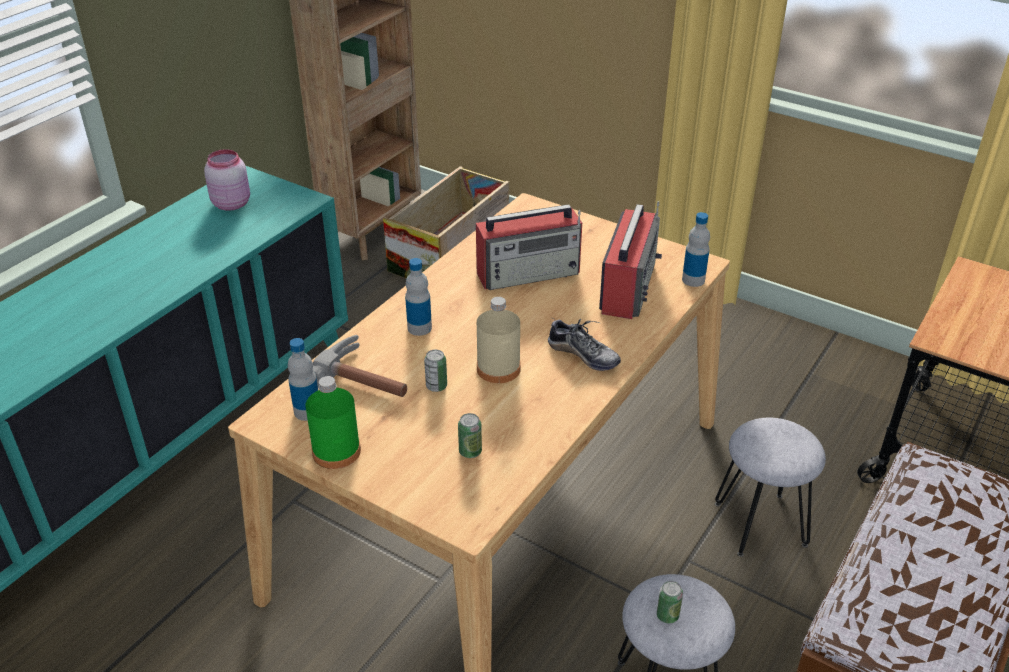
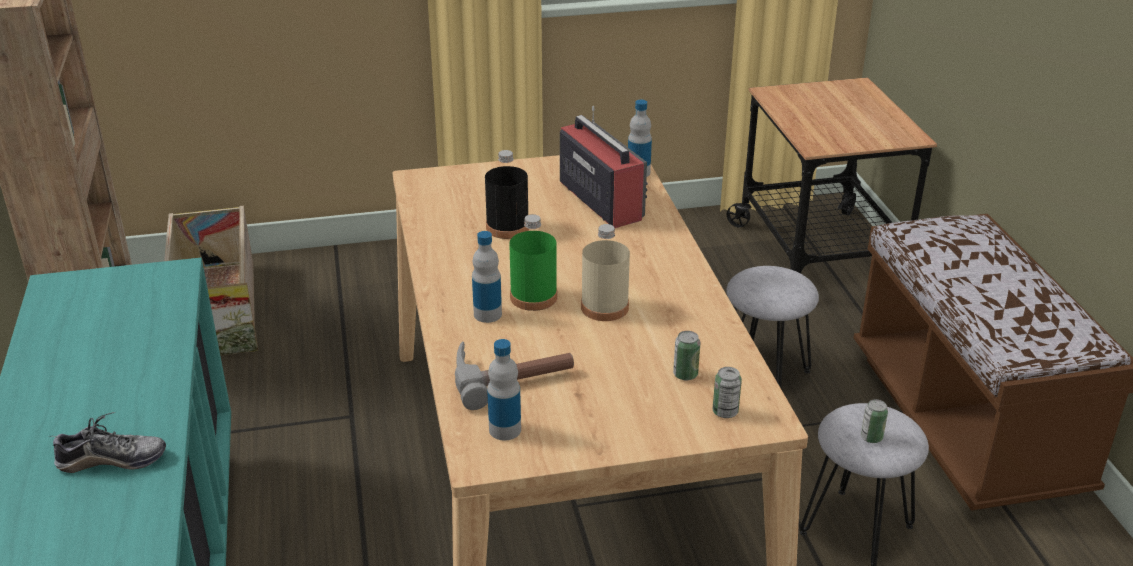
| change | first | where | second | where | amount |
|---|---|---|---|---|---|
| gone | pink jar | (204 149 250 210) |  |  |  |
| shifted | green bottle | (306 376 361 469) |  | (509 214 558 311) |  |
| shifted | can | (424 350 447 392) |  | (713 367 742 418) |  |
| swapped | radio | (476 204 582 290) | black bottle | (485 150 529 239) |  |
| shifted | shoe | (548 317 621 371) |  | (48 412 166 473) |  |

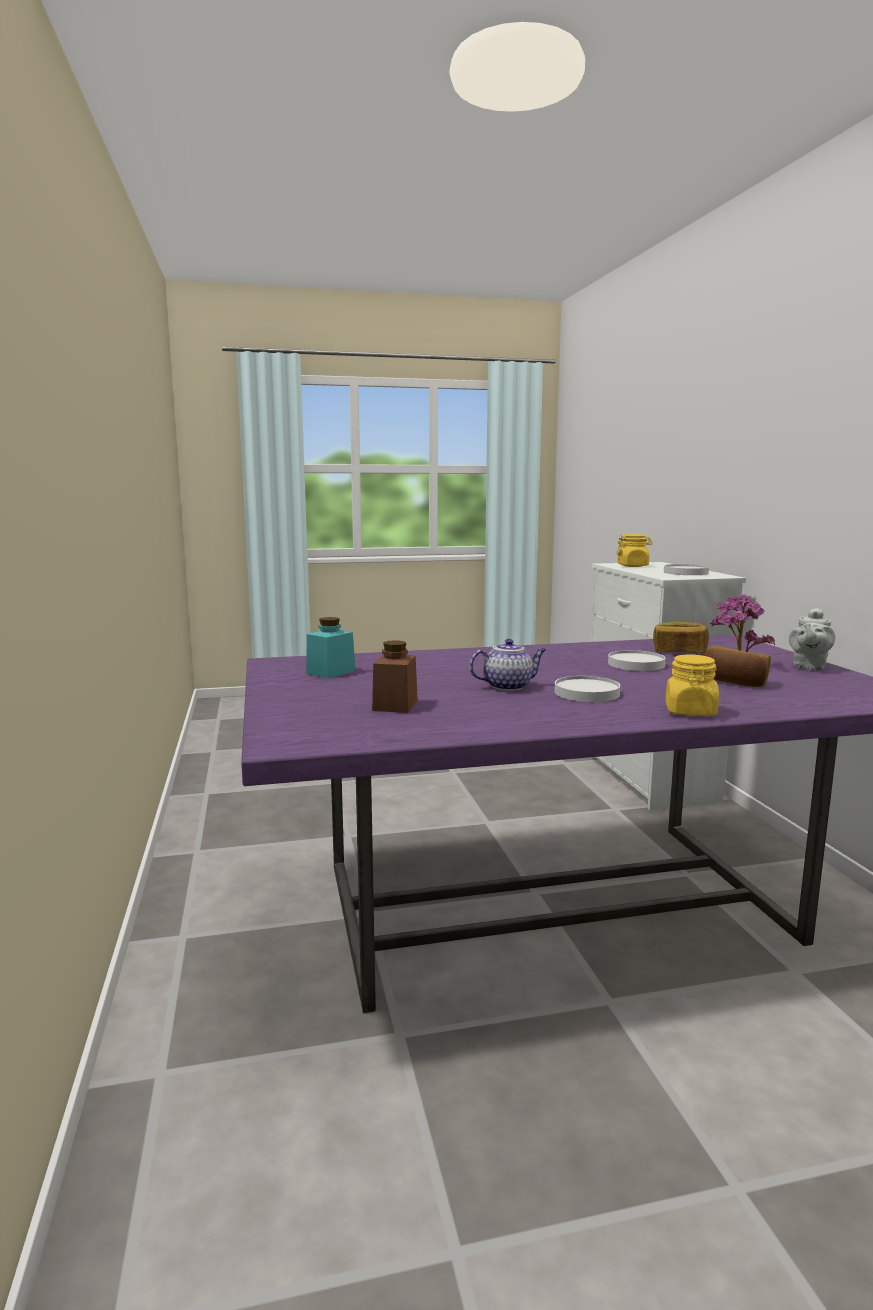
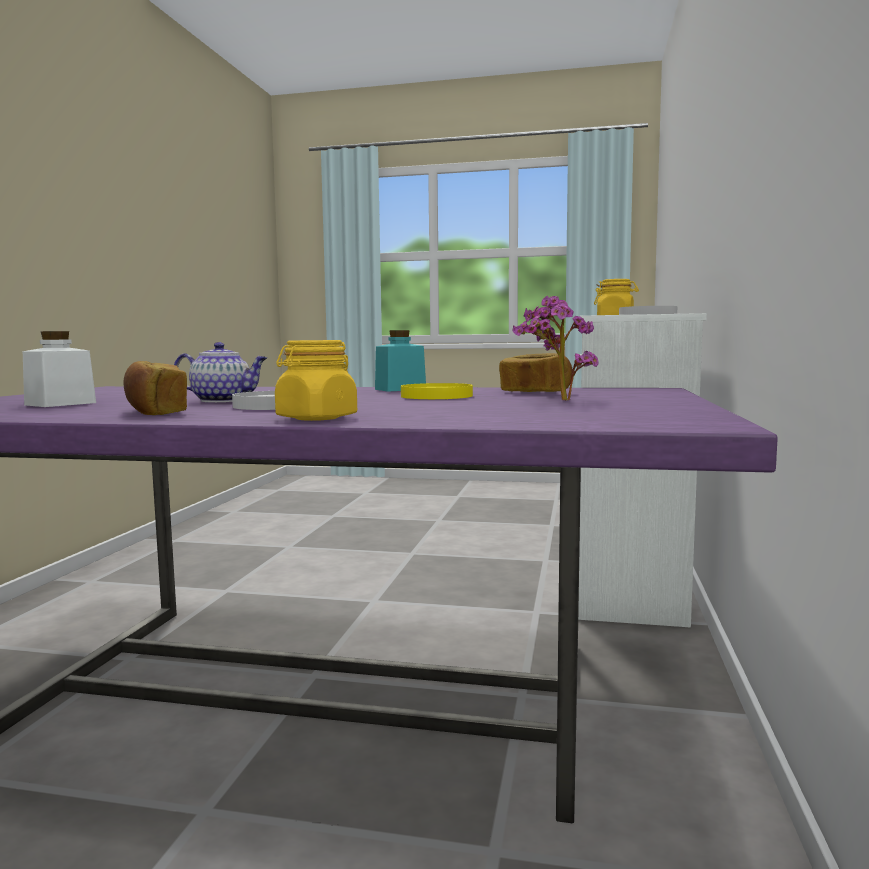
| change | first | where | second | where | amount |
|---|---|---|---|---|---|
| shifted | turquoise jar | (306 617 356 678) |  | (375 330 426 392) |  |
| repainted | brown jar | (372 640 418 713) | white jar | (23 331 96 407) |  |
| repainted | white plate | (608 650 666 671) | yellow plate | (401 383 473 399) |  |
| shifted | bread | (704 646 771 687) |  | (123 361 187 415) |  |
| gone | grey teapot | (789 608 835 671) |  |  |  |

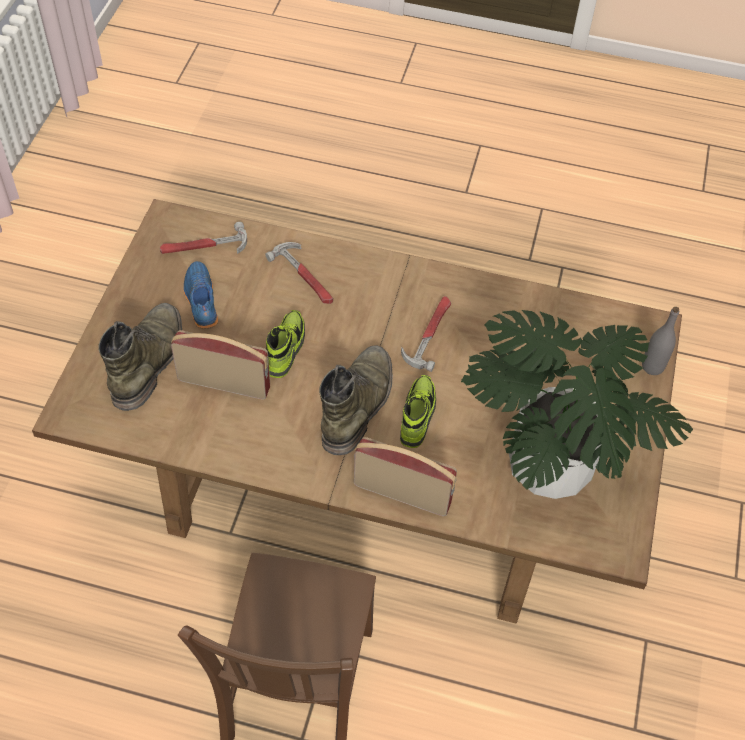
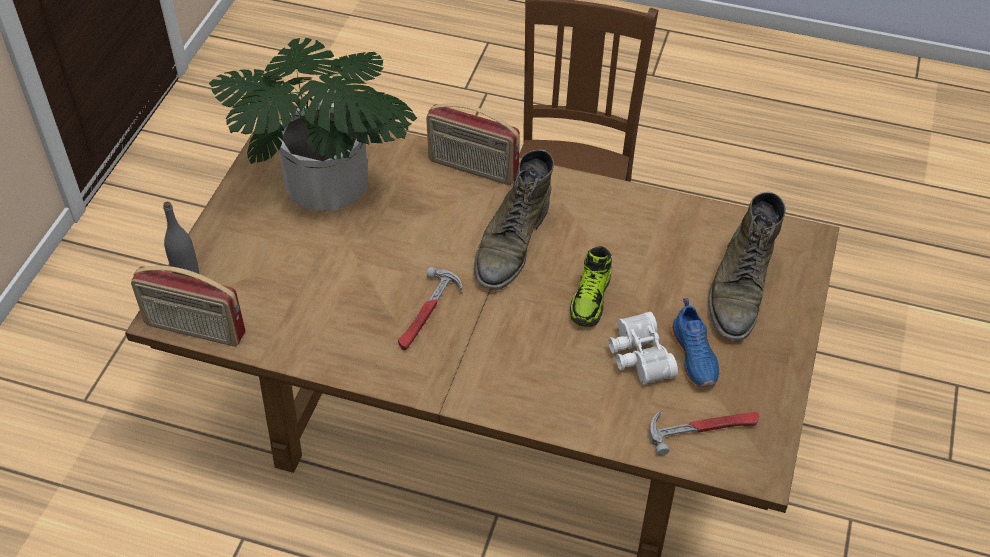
| change | first | where | second | where | amount |
|---|---|---|---|---|---|
| shifted | radio | (171 330 270 400) |  | (131 266 246 347) |  |
| gone | hammer | (265 242 333 304) |  |  |  |
| gone | shoe | (400 375 436 448) |  |  |  |
| new |  |  | white binoculars | (609 312 678 385) |  |

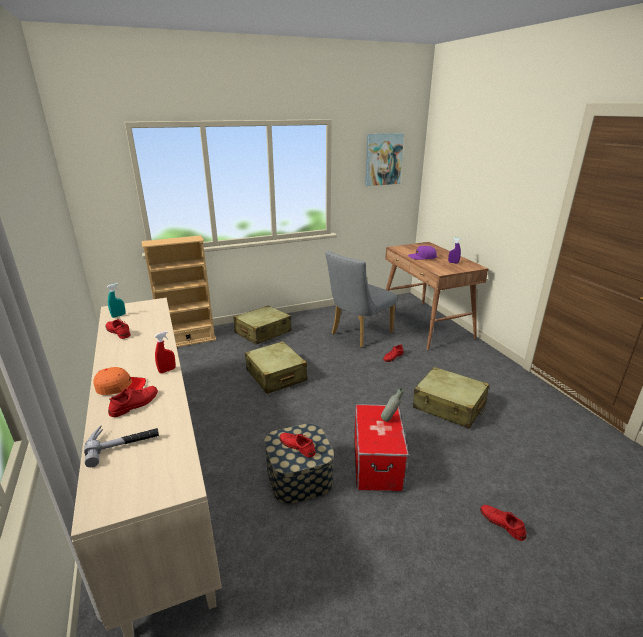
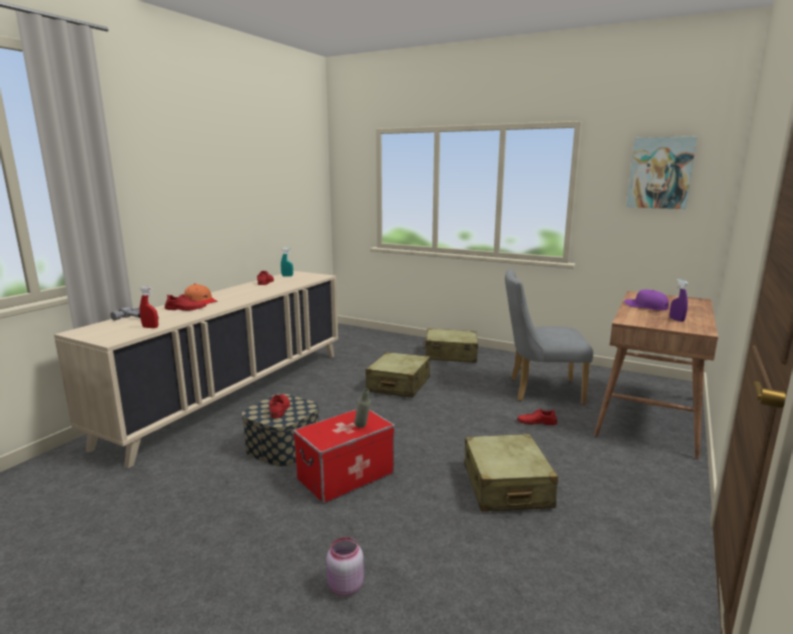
| change | first | where | second | where | amount |
|---|---|---|---|---|---|
| gone | beige bookcase | (142 235 216 347) |  |  |  |
| shifted | red spray bottle | (154 331 176 373) |  | (140 287 158 328) |  |
| swapped | red shoe | (480 505 526 541) | pink jar | (326 537 364 596) |  |

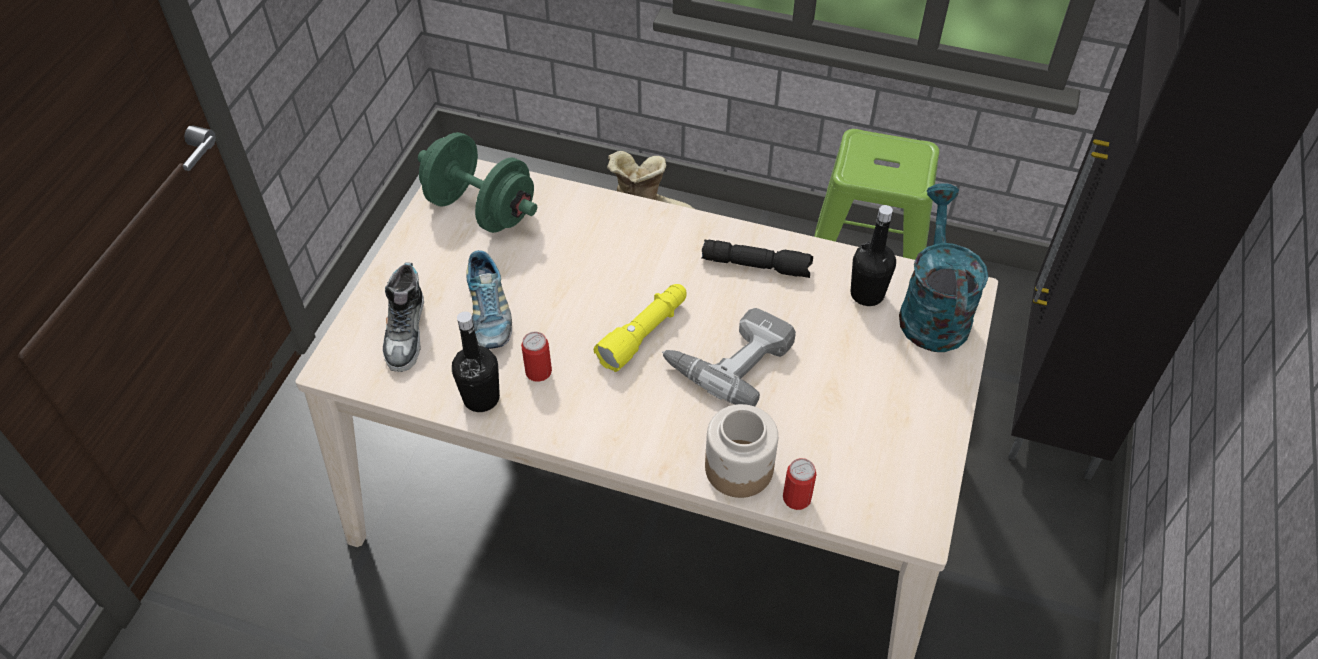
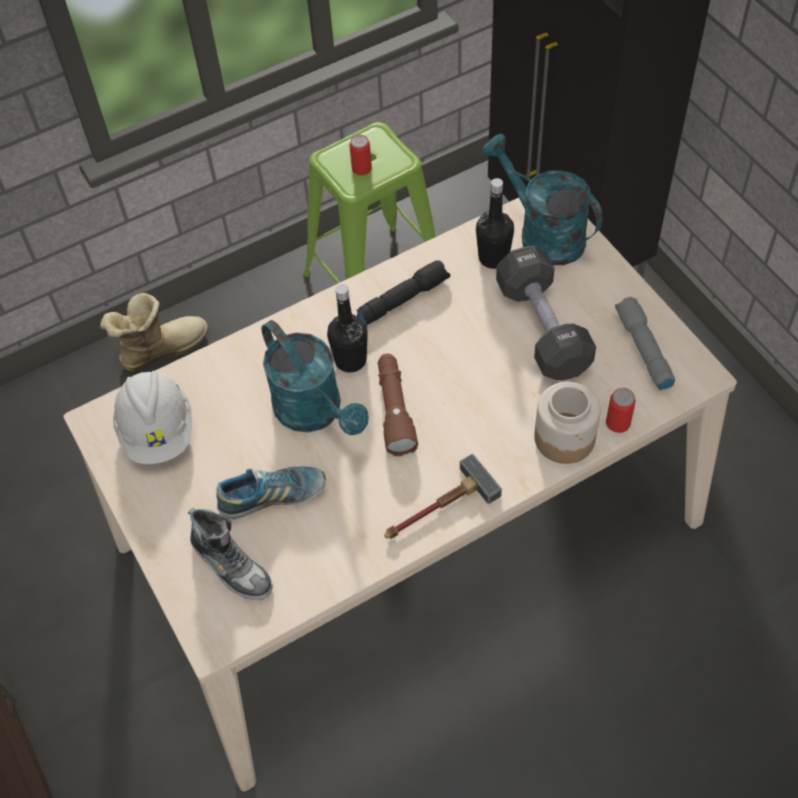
| change | first | where | second | where | amount |
|---|---|---|---|---|---|
| swapped | green dumbbell | (418 132 537 233) | white hard hat | (113 371 192 464) |  |
| shifted | black bottle | (452 311 500 412) |  | (327 284 368 373) |  |
| rotated | shoe | (466 250 512 349) |  | (216 466 326 519) | 45 degrees counterclockwise |
| shifted | can | (521 332 552 382) |  | (350 135 372 175) |  |
| repainted | yellow flashlight | (594 284 687 372) | brown flashlight | (378 354 418 456) |  |
| gone | power drill | (662 308 796 406) |  |  |  |
| new |  |  | turquoise watering can | (262 320 369 435) |  |
| new |  |  | hammer | (384 454 502 539) |  |
| new |  |  | black dumbbell | (496 246 596 380) |  |
| new |  |  | grey flashlight | (615 297 675 390) |  |

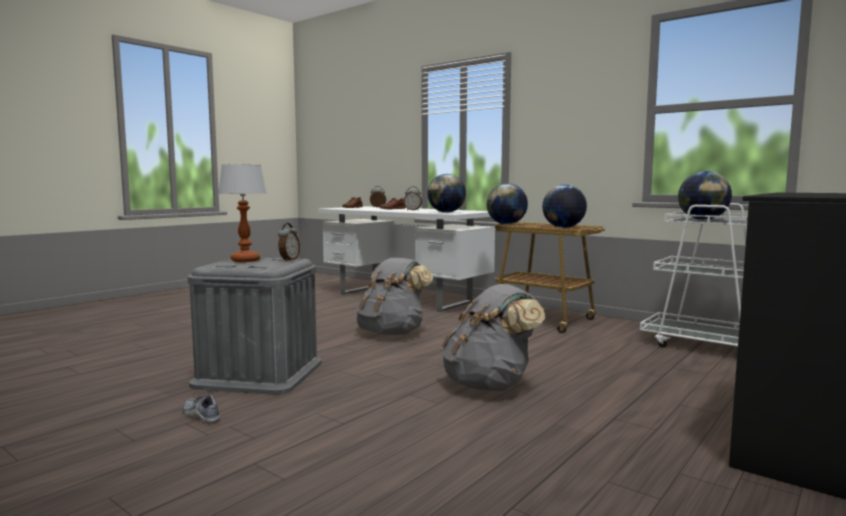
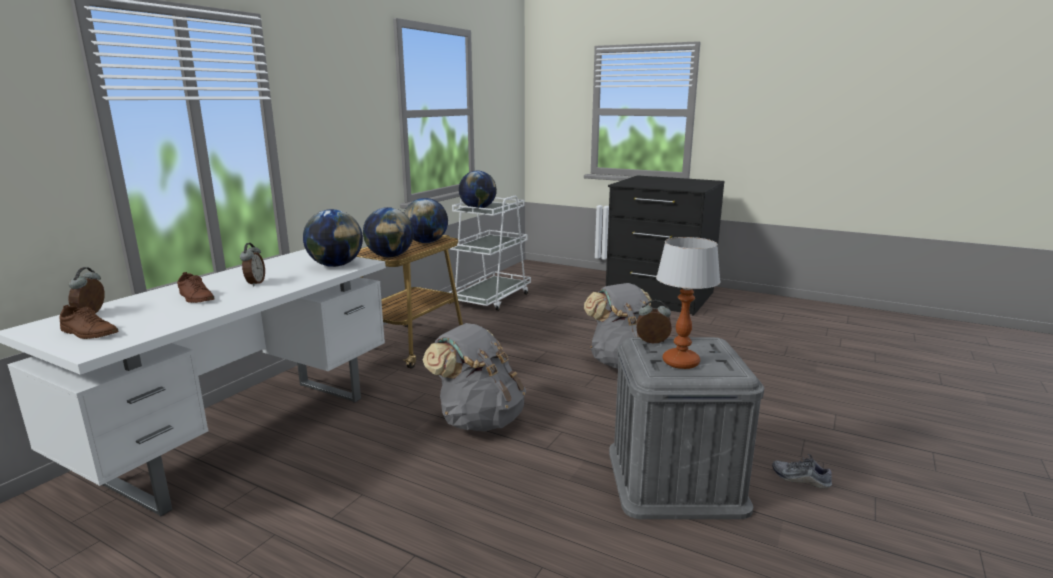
| change | first | where | second | where | amount |
|---|---|---|---|---|---|
| rotated | shoe | (183 389 220 424) |  | (772 454 832 489) | 90 degrees clockwise |

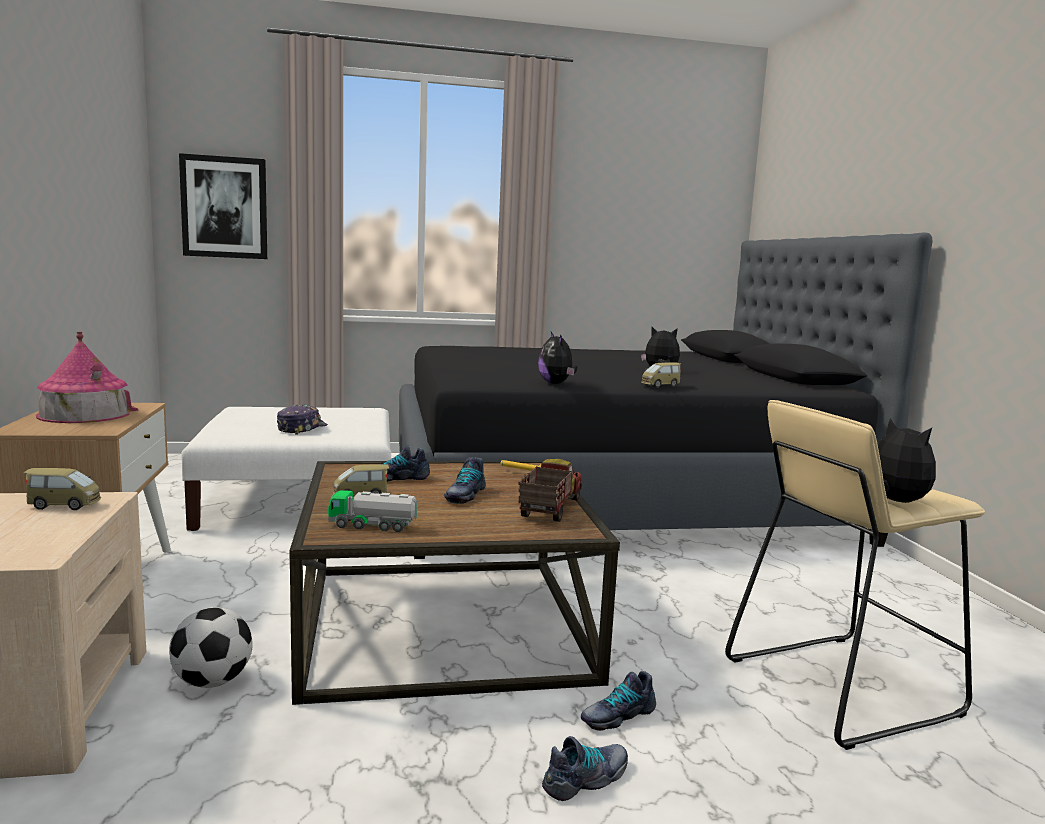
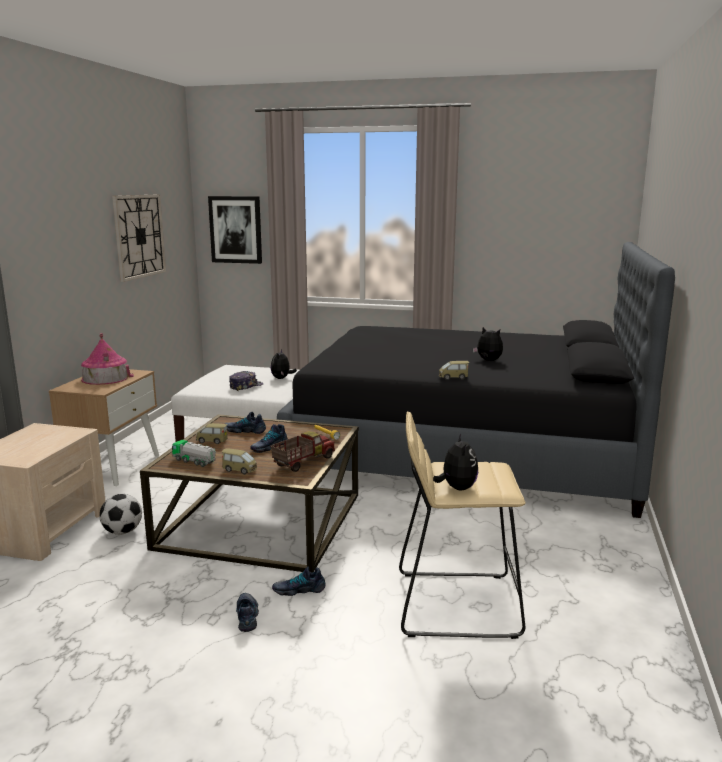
| change | first | where | second | where | amount |
|---|---|---|---|---|---|
| shifted | toy car | (24 468 101 510) |  | (222 448 257 474) |  |
| shifted | plush toy | (538 332 578 384) |  | (271 349 297 379) |  |
| rotated | shoe | (542 736 628 801) |  | (236 593 259 632) | 90 degrees counterclockwise |
| new |  |  | wall clock | (112 195 166 282) |  |

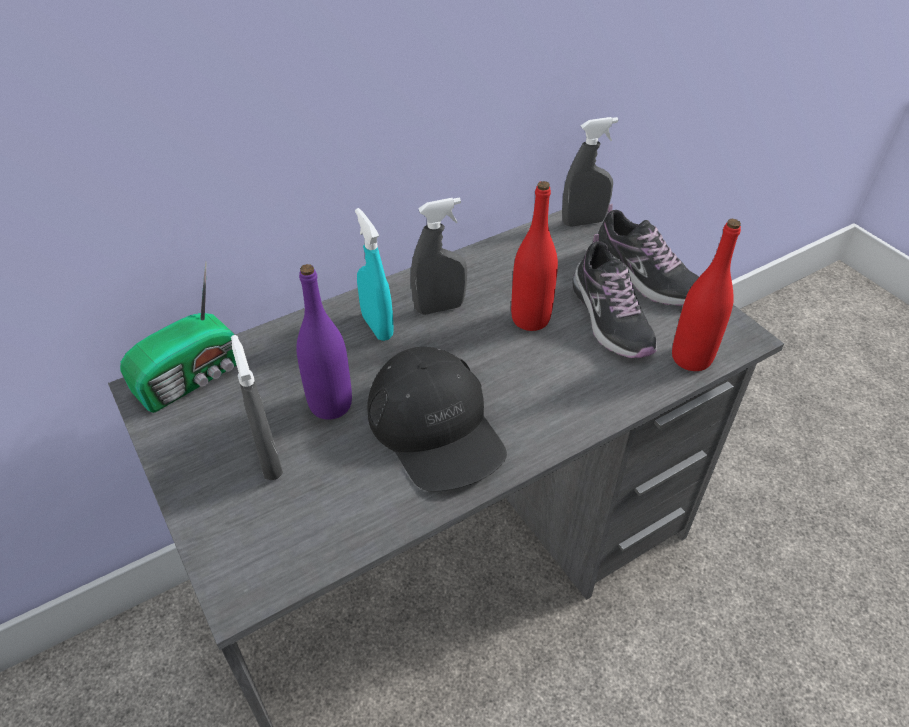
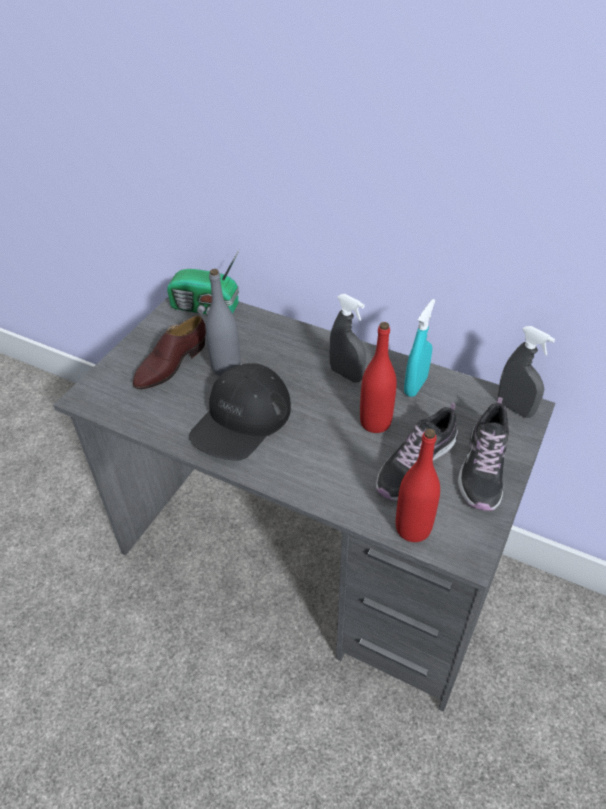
| change | first | where | second | where | amount |
|---|---|---|---|---|---|
| swapped | grey spray bottle | (231 335 283 480) | brown shoe | (132 316 206 389) |  |
| repainted | purple bottle | (296 264 352 420) | grey bottle | (205 269 241 376) |  |
| shifted | turquoise spray bottle | (355 208 394 341) |  | (404 299 435 397) |  |

